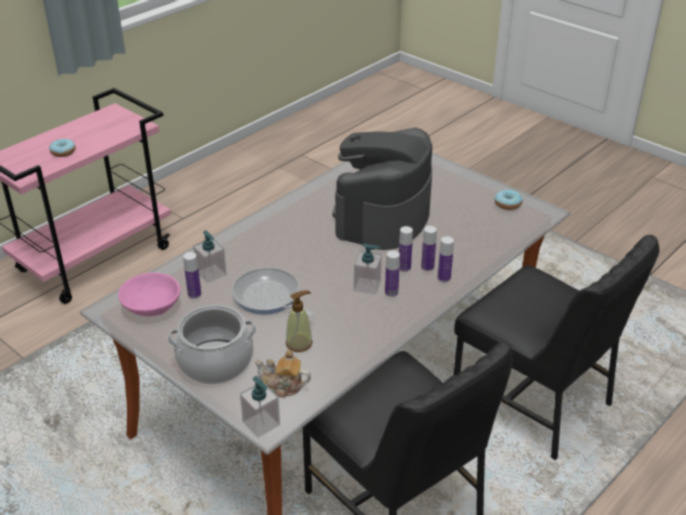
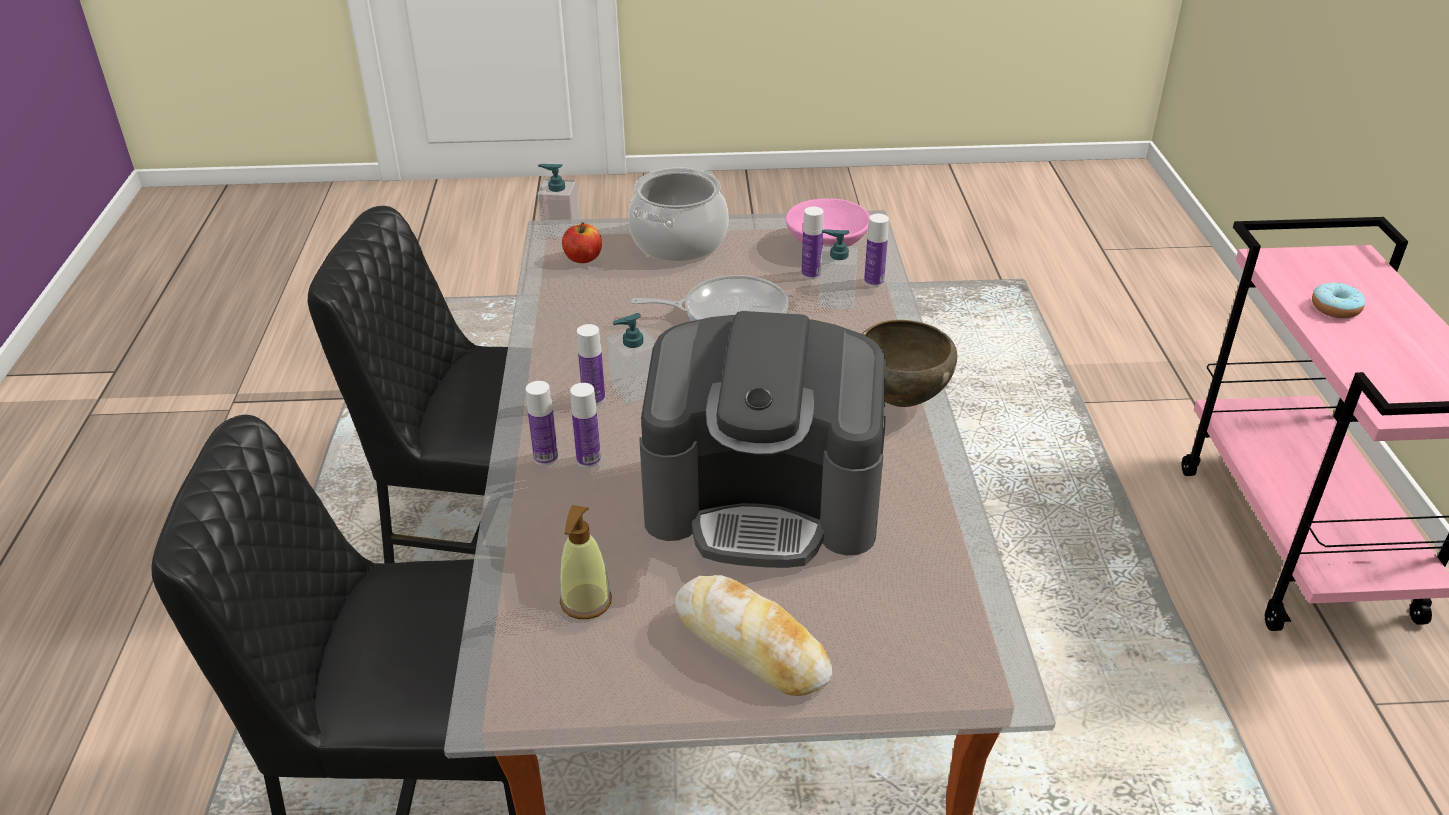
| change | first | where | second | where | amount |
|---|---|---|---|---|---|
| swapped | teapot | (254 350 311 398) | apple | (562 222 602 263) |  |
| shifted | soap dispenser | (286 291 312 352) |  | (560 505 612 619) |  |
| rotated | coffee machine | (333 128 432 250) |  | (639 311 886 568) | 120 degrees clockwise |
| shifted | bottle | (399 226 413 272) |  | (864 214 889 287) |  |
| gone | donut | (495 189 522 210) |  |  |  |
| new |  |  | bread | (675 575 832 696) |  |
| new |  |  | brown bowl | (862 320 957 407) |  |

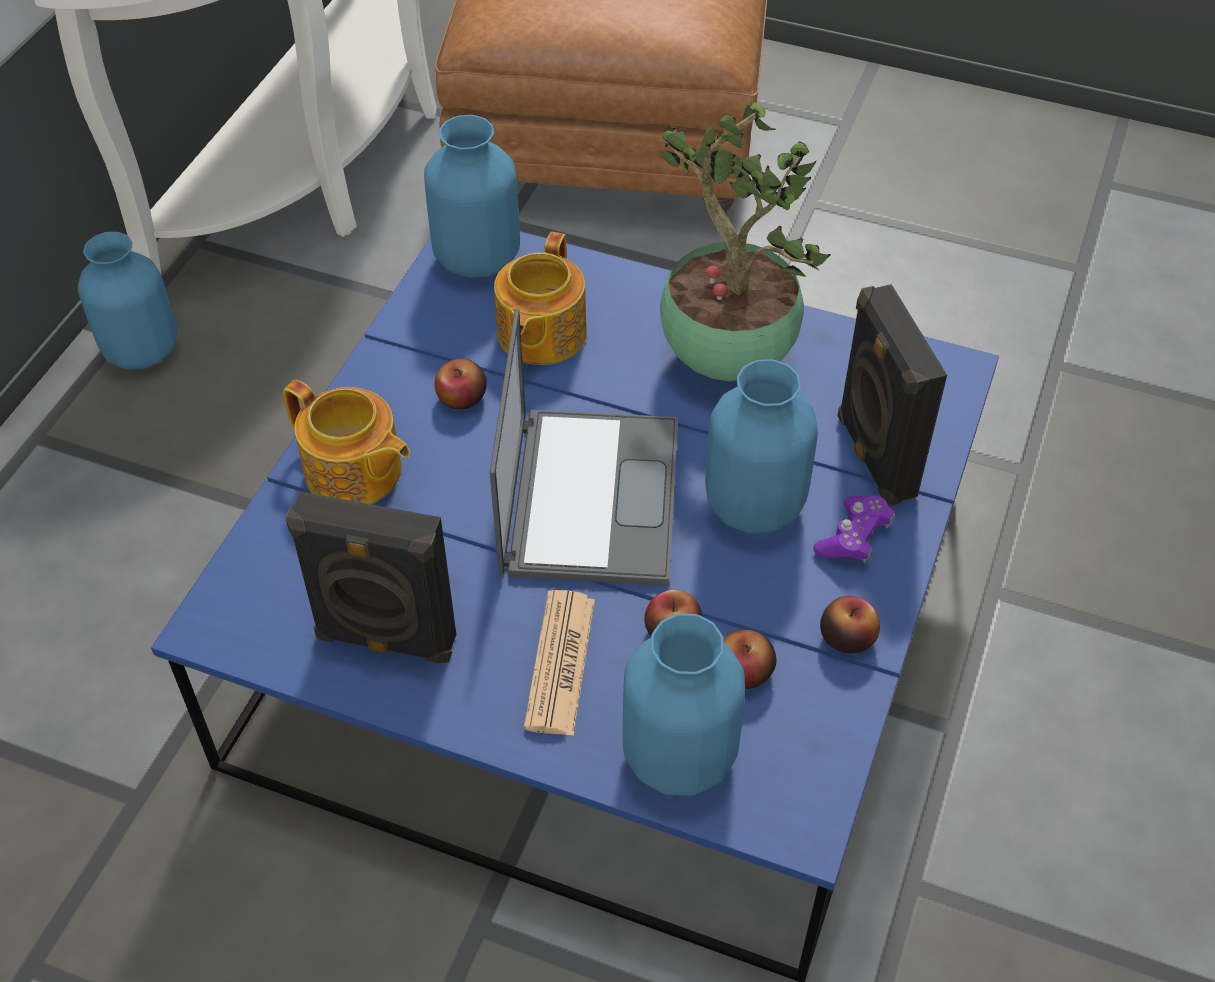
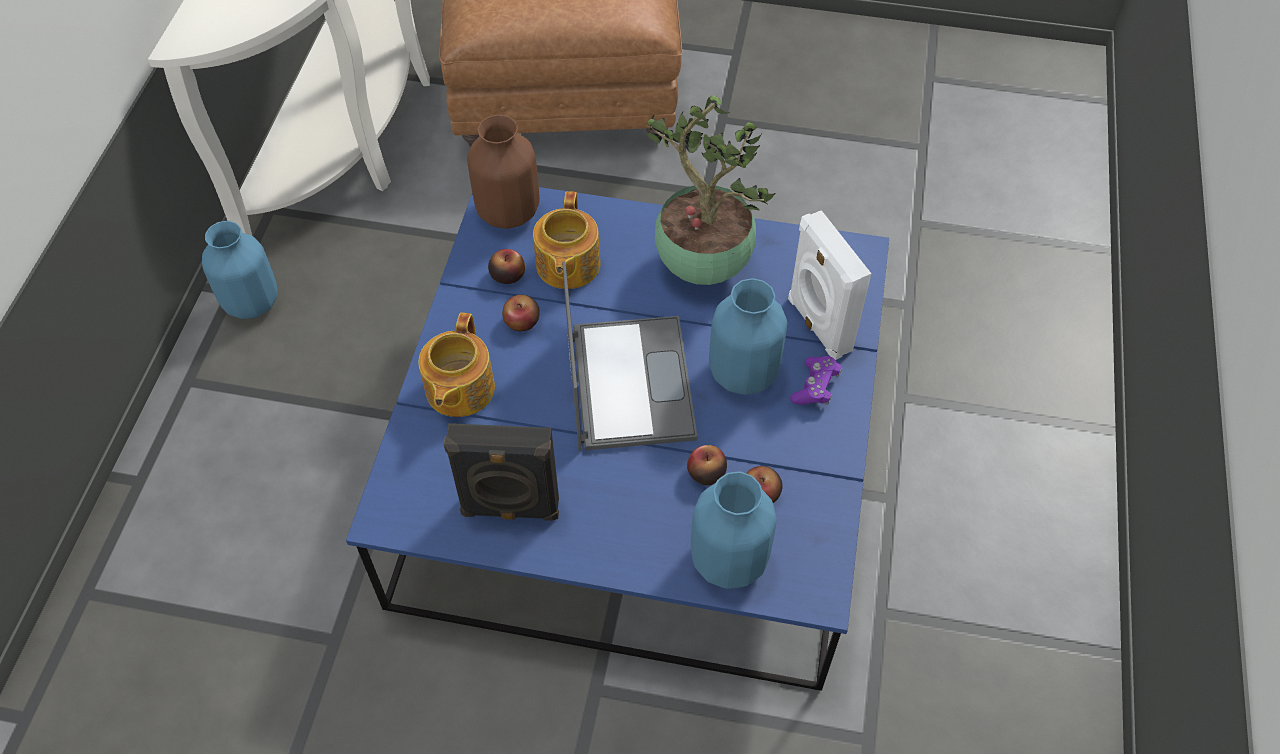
| change | first | where | second | where | amount |
|---|---|---|---|---|---|
| rotated | teapot | (283 380 410 504) |  | (418 313 495 417) | 75 degrees clockwise |
| repainted | blue vase | (424 115 520 278) | brown vase | (467 115 540 229) |  |
| gone | newspaper | (524 590 595 736) |  |  |  |
| shifted | apple | (820 596 880 653) |  | (488 249 525 284) |  |
| repainted | black speaker | (837 284 947 506) | white speaker | (788 210 872 360) |  |

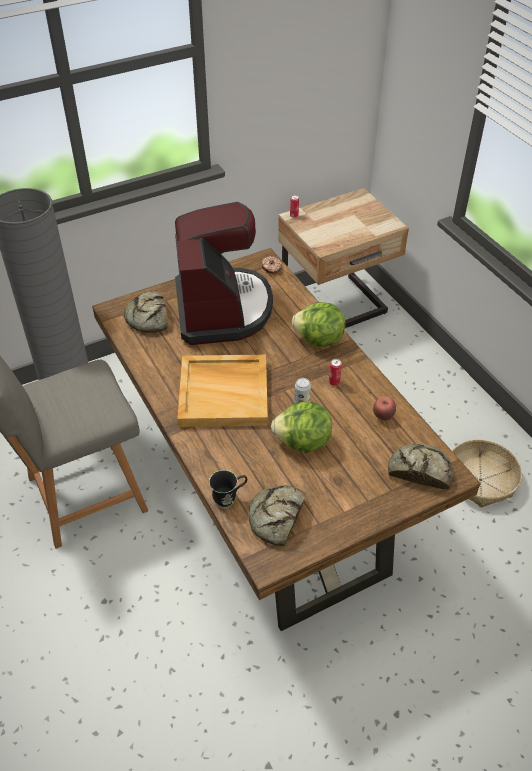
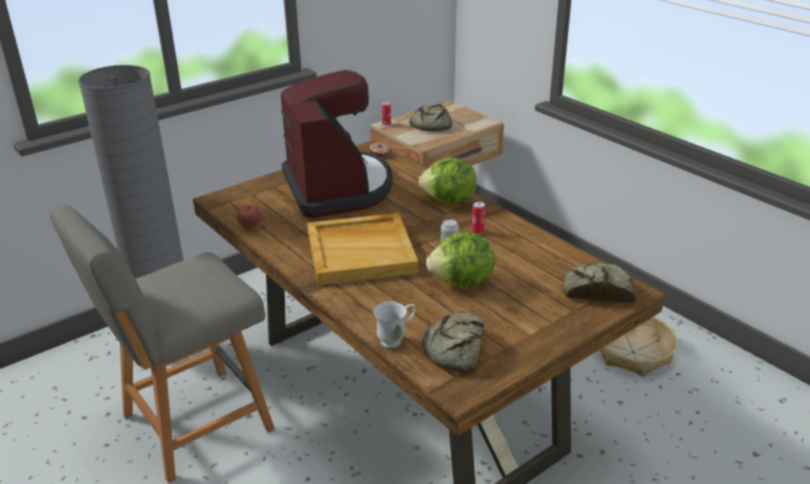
| change | first | where | second | where | amount |
|---|---|---|---|---|---|
| shifted | bread | (124 291 168 333) |  | (409 104 452 131) |  |
| repainted | black mug | (209 470 247 508) | white mug | (374 302 416 349) |  |
| shifted | apple | (373 397 396 421) |  | (237 204 262 230) |  |

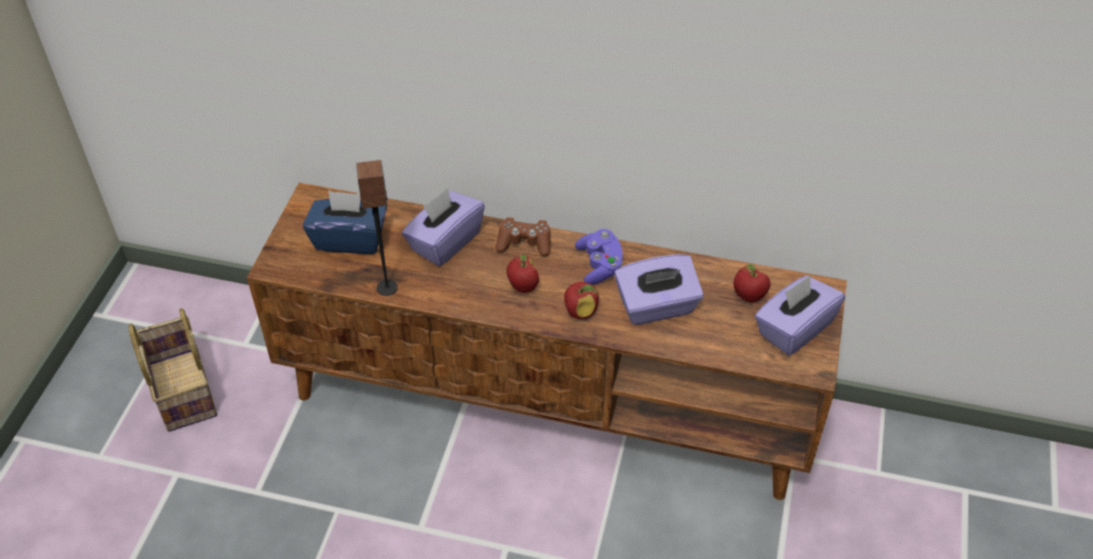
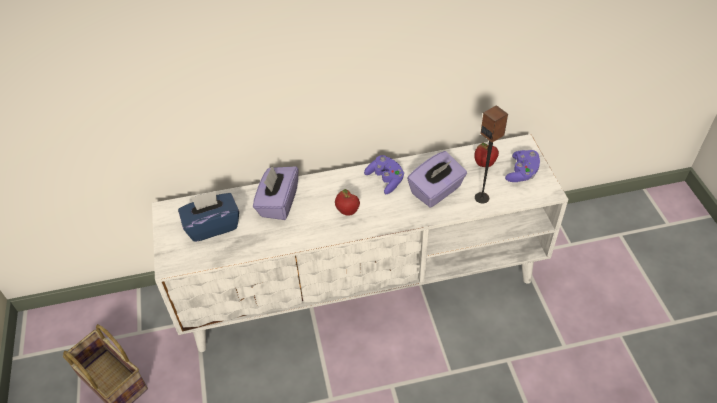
| change | first | where | second | where | amount |
|---|---|---|---|---|---|
| repainted | brown tv stand | (247 183 847 500) | white tv stand | (152 134 569 352) |  |
| shifted | speaker | (356 160 398 296) |  | (475 105 508 203) |  |
| gone | brown game controller | (495 217 551 257) |  |  |  |
| gone | apple | (564 282 599 319) |  |  |  |
| swapped | purple tissue box | (755 275 845 356) | purple game controller | (505 150 540 182) |  |

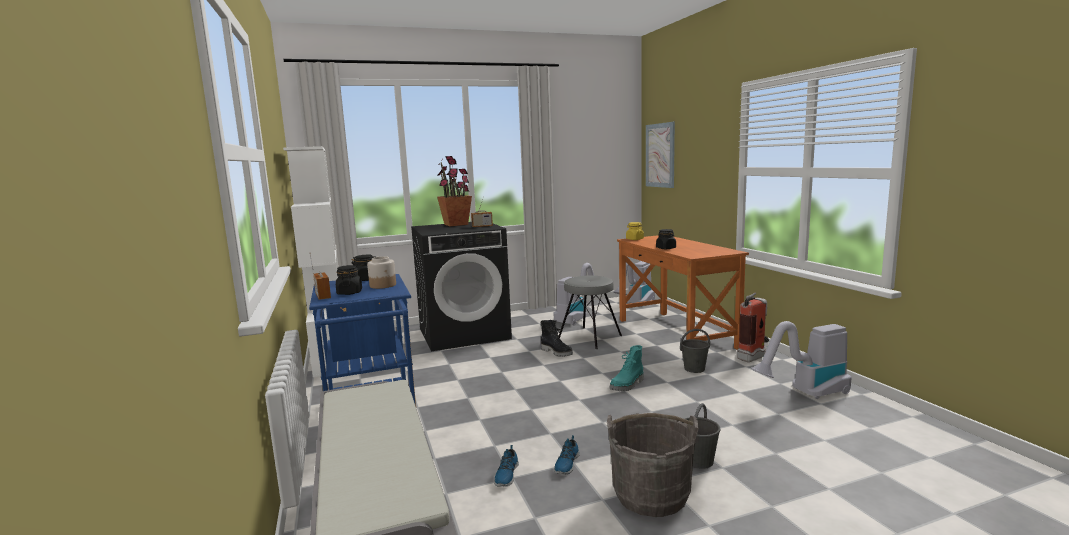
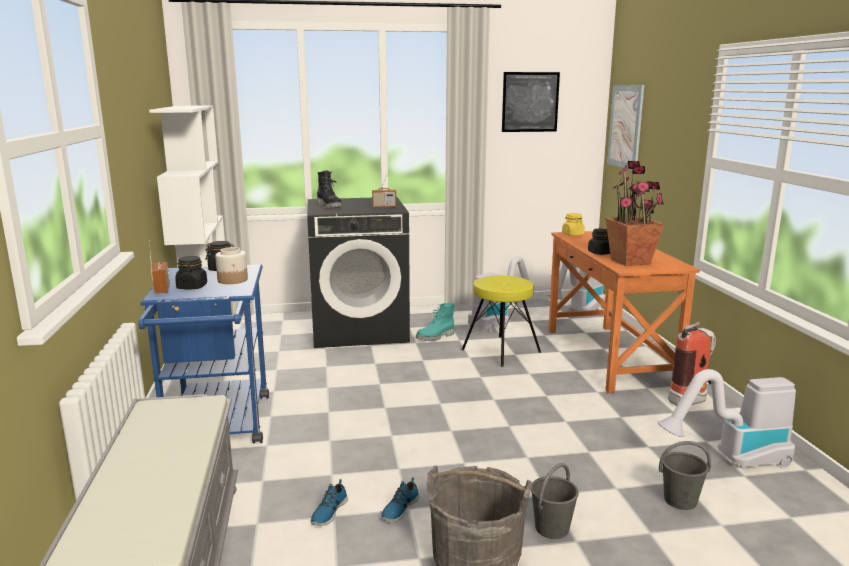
| change | first | where | second | where | amount |
|---|---|---|---|---|---|
| shifted | potted plant | (437 156 472 226) |  | (606 161 664 266) |  |
| shifted | black boot | (541 320 573 357) |  | (317 170 342 209) |  |
| repainted | grey stool | (559 276 622 349) | yellow stool | (461 275 541 367) |  |
| shifted | turquoise boot | (609 345 643 391) |  | (416 303 454 341) |  |
| shifted | grey bucket | (680 329 710 373) |  | (659 441 711 510) |  |
| new |  |  | picture | (502 72 560 132) |  |

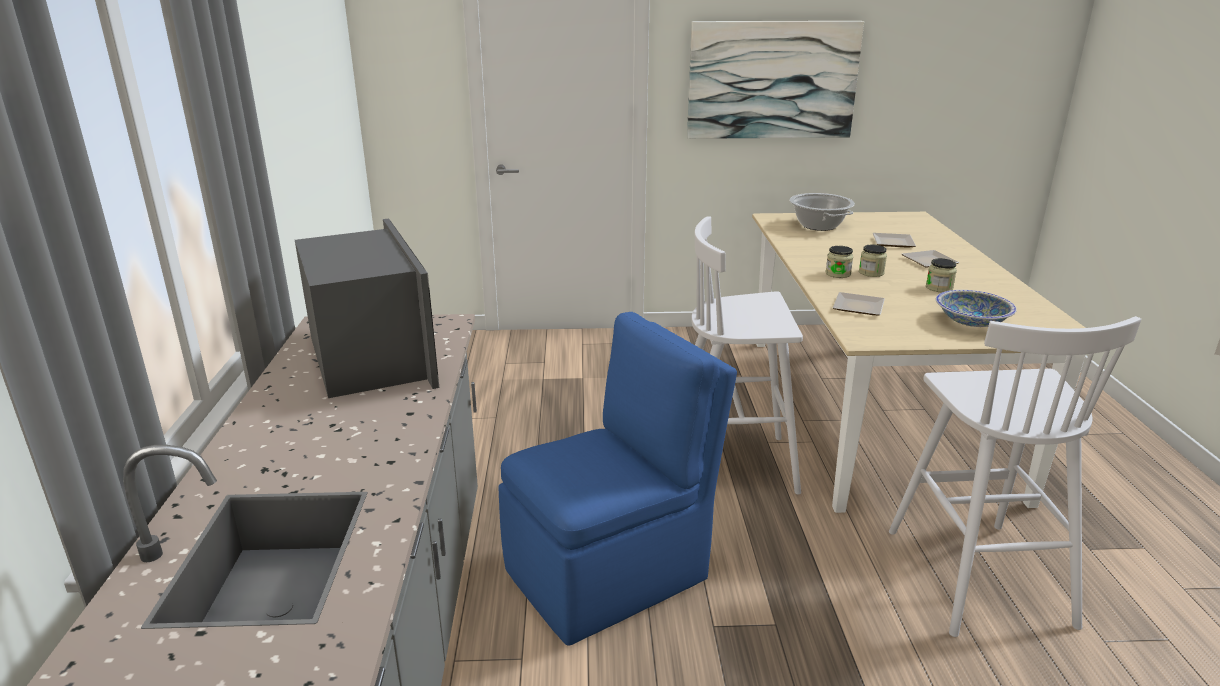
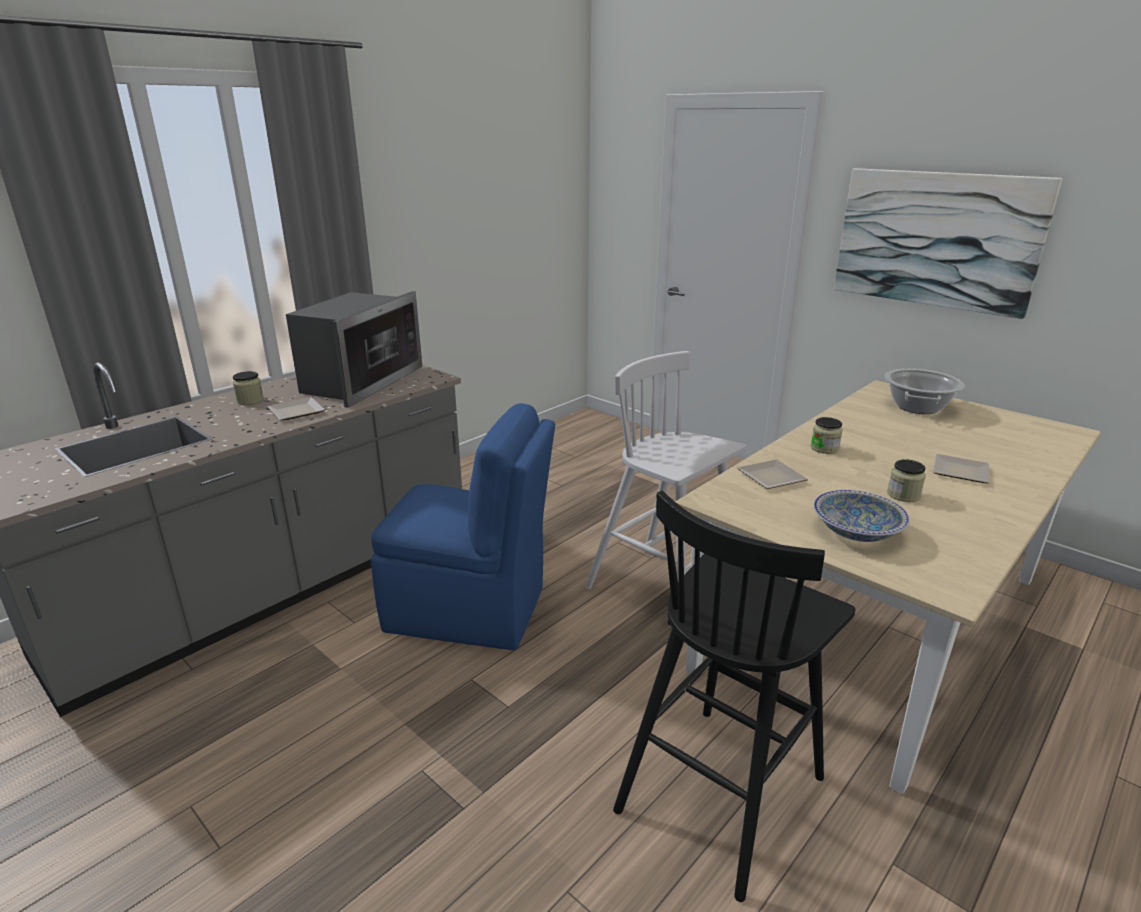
| change | first | where | second | where | amount |
|---|---|---|---|---|---|
| shifted | jar | (859 244 887 277) |  | (233 371 264 405) |  |
| shifted | plate | (873 233 916 248) |  | (268 397 325 420) |  |
| repainted | white stool | (889 316 1141 637) | black stool | (613 491 856 902) |  |

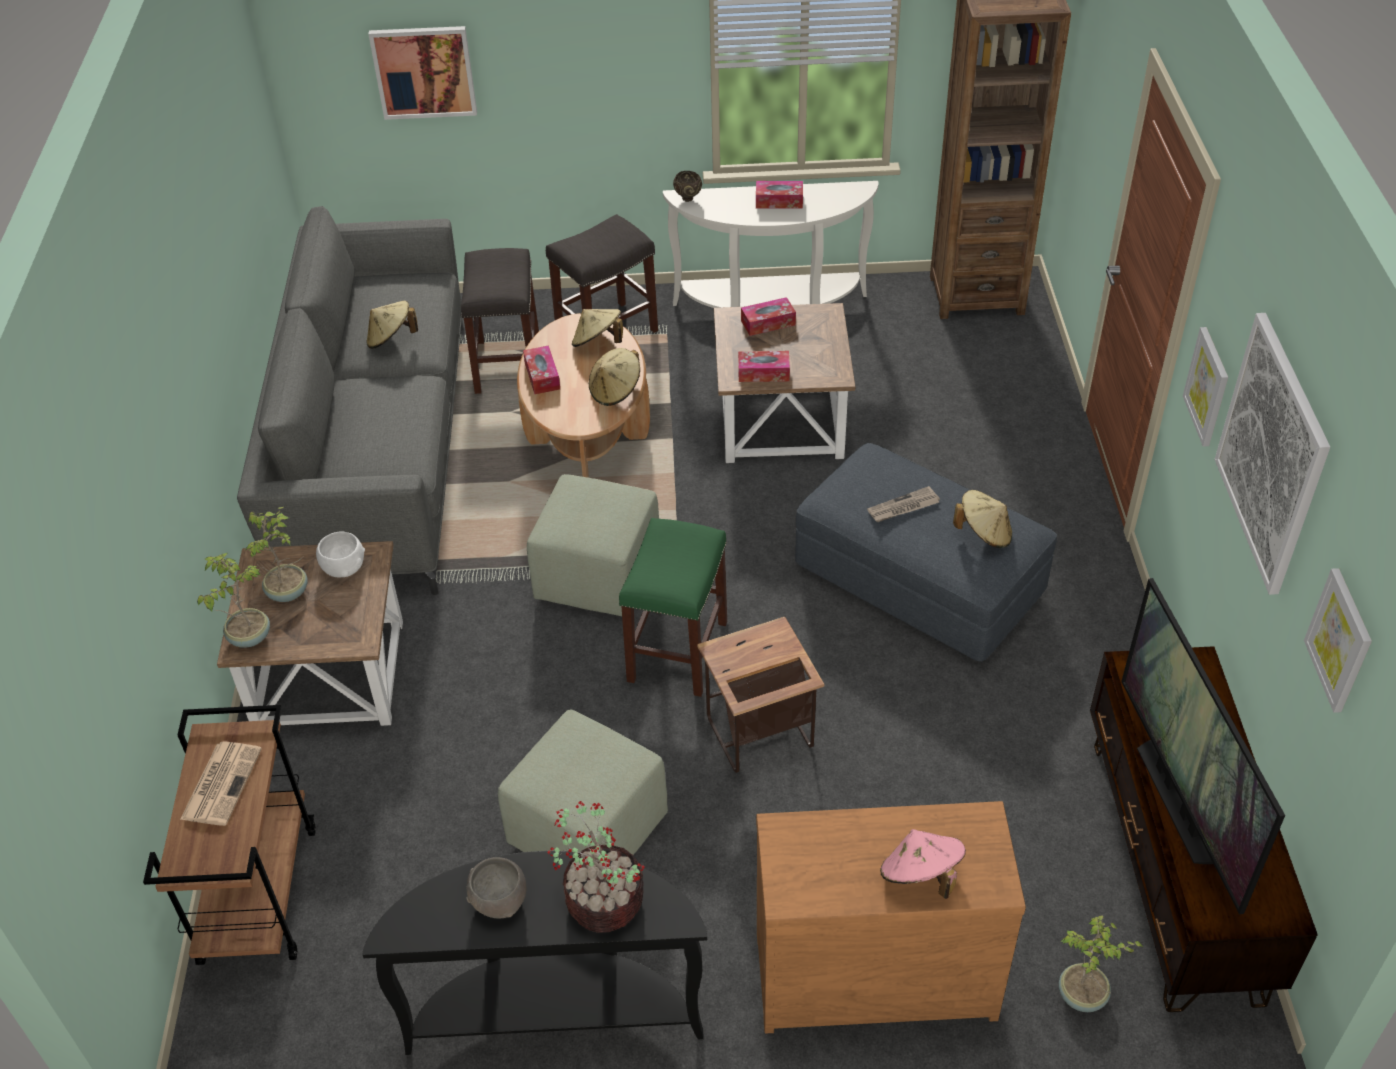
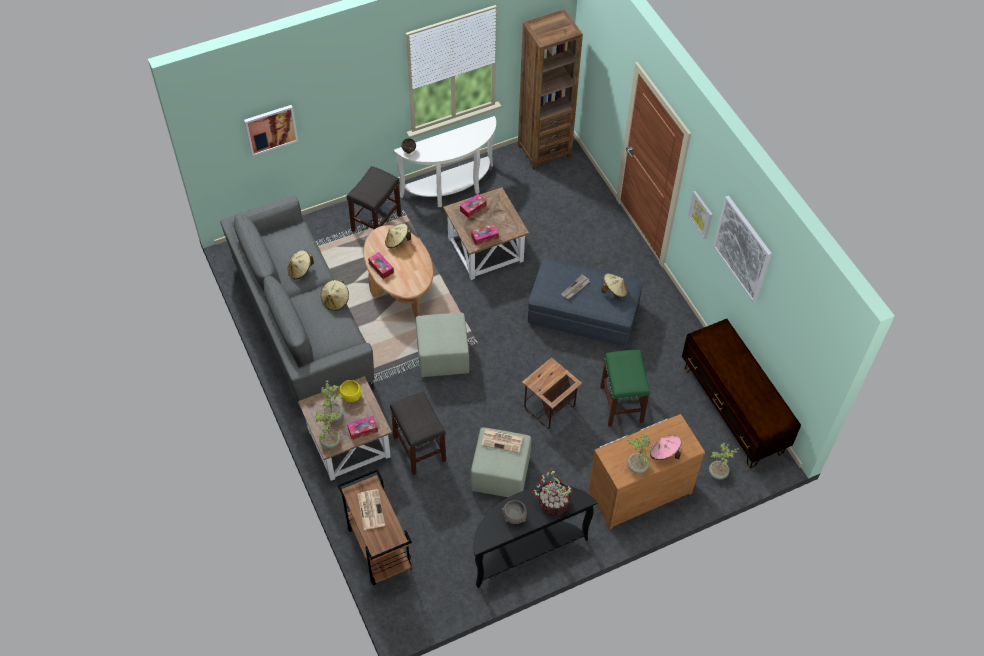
| change | first | where | second | where | amount |
|---|---|---|---|---|---|
| repainted | white bowl | (316 531 365 577) | yellow bowl | (339 380 362 402) |  |
| shifted | grey stool | (461 248 539 394) |  | (390 391 446 475) |  |
| shifted | beige hat | (589 348 640 406) |  | (321 280 349 311) |  |
| shifted | green stool | (619 518 727 697) |  | (600 350 650 426) |  |
| shifted | tissue box | (756 181 803 209) |  | (347 416 378 440) |  |
| gone | television | (1121 578 1285 915) |  |  |  |
| gone | picture | (1304 568 1372 713) |  |  |  |
| new |  |  | newspaper | (481 429 523 453) |  |
| new |  |  | potted plant | (627 435 652 473) |  |

